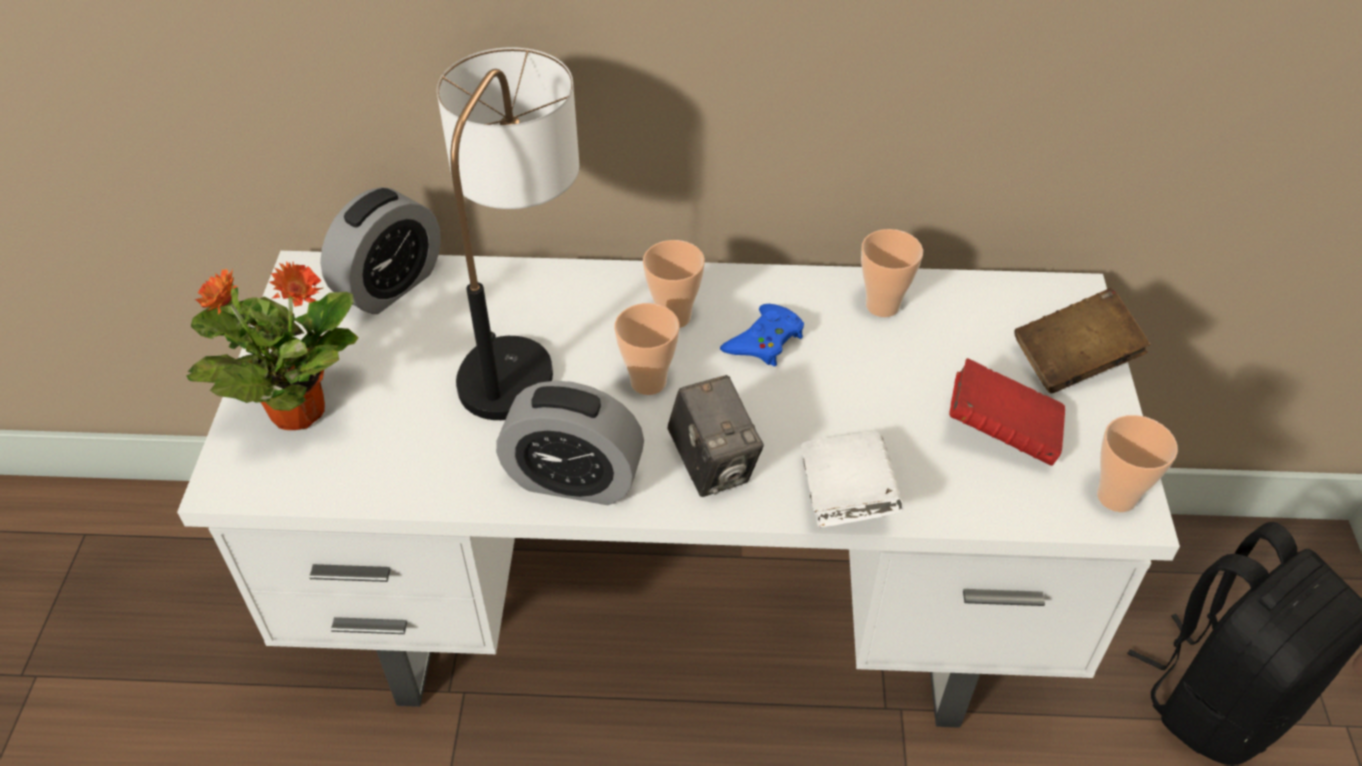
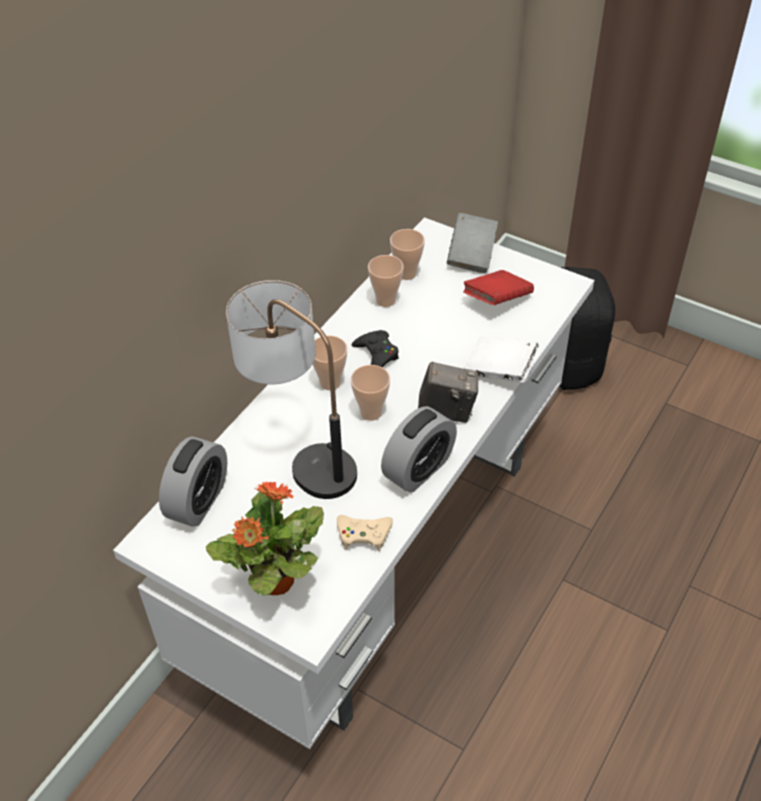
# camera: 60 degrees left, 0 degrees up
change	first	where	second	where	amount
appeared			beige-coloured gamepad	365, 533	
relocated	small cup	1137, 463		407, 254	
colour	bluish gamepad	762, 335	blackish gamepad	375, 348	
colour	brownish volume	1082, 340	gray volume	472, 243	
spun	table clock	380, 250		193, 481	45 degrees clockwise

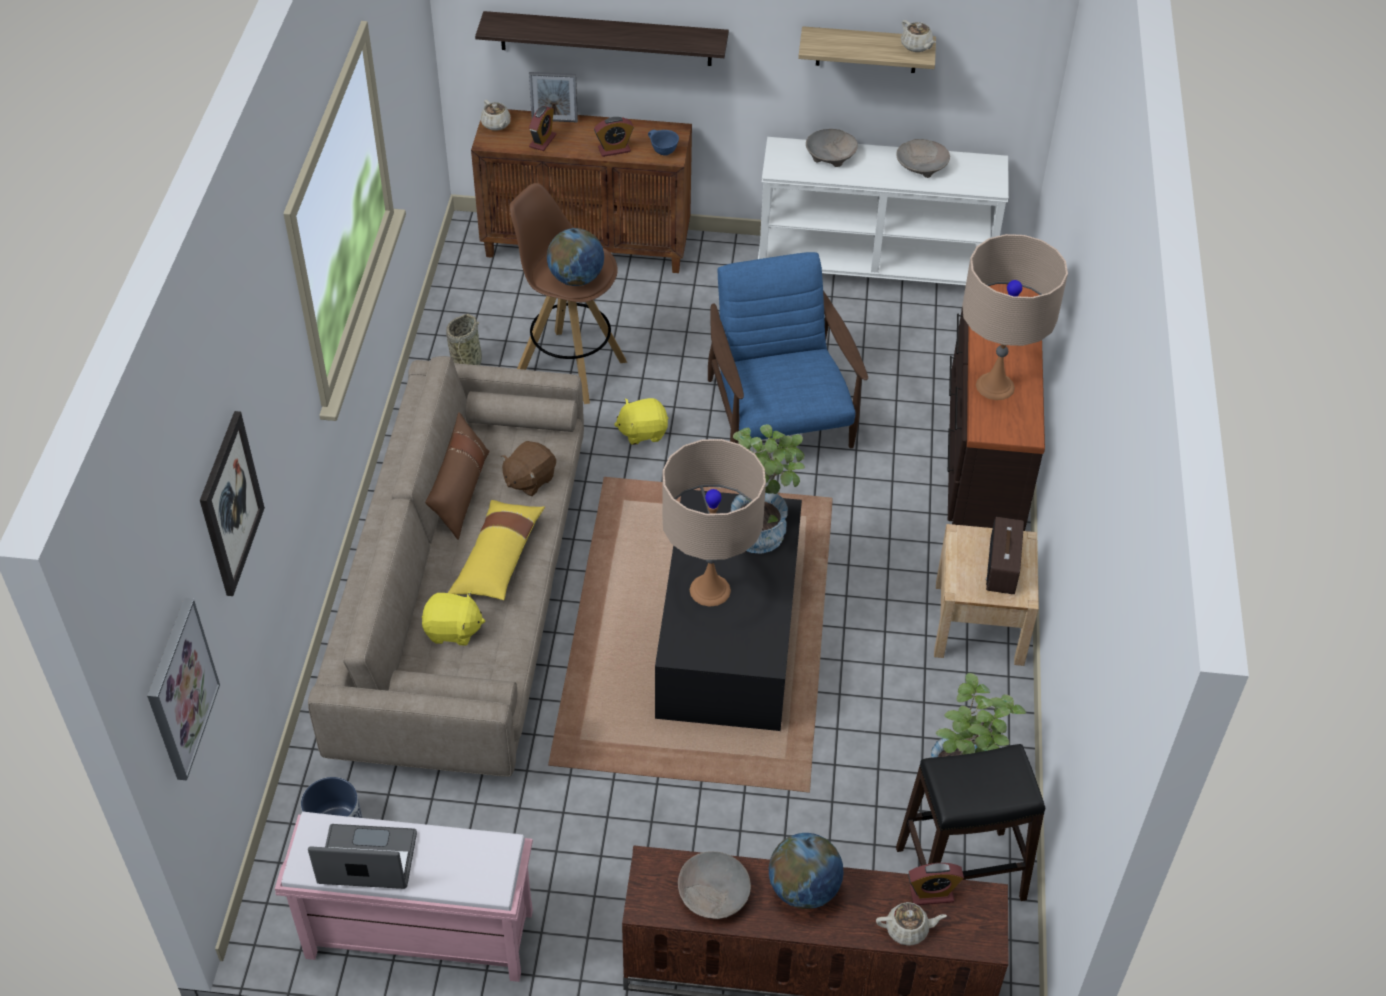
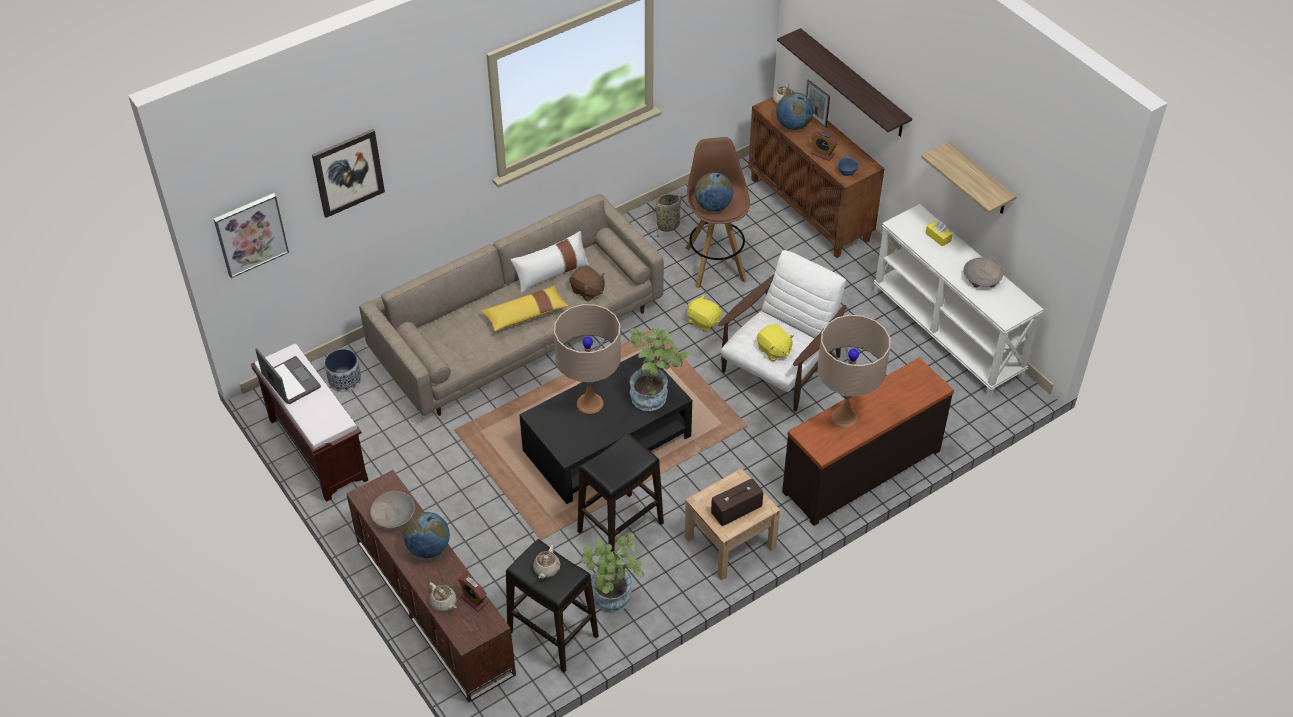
# camera: 50 degrees right, 0 degrees up
change	first	where	second	where	amount
appeared			blackish sitting stool	620, 493	
relocated	yellow soft toy	453, 618		775, 342	
relocated	beige-coloured tea pot	918, 36		546, 562	
exchanged	table clock	542, 128	world globe	794, 111	
exchanged	beige-coloured bowl	832, 148	yellow tissue holder	939, 234	
colour	pink-coloured indoor bench	404, 897	brownish indoor bench	309, 423	
colour	brownish throw pillow	457, 476	white throw pillow	550, 262	
colour	bluish armchair	788, 350	white armchair	782, 331	
spun	brownish soft toy	528, 468		587, 283	135 degrees counterclockwise

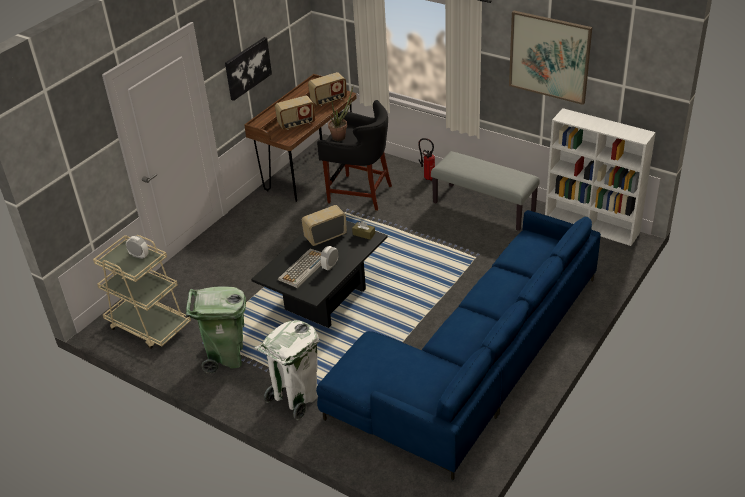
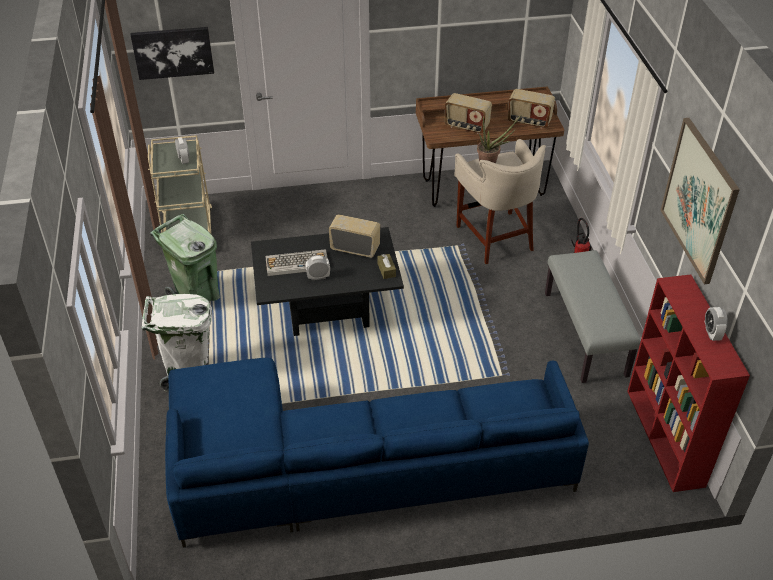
# camera: 45 degrees right, 5 degrees up
change	first	where	second	where	amount
appeared			table clock	716, 324	
relocated	wall picture	248, 69		172, 53	
colour	blackish sitting stool	354, 155	beige-coloured sitting stool	500, 201	
colour	white shelving unit	600, 177	reddish shelving unit	688, 383	

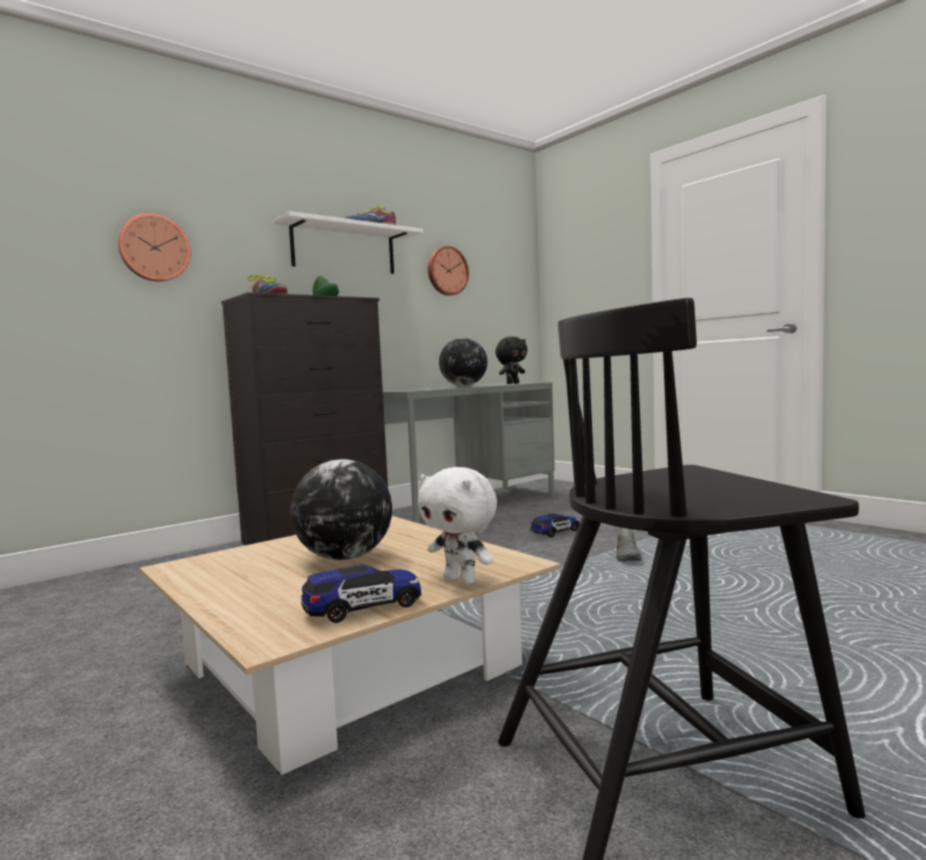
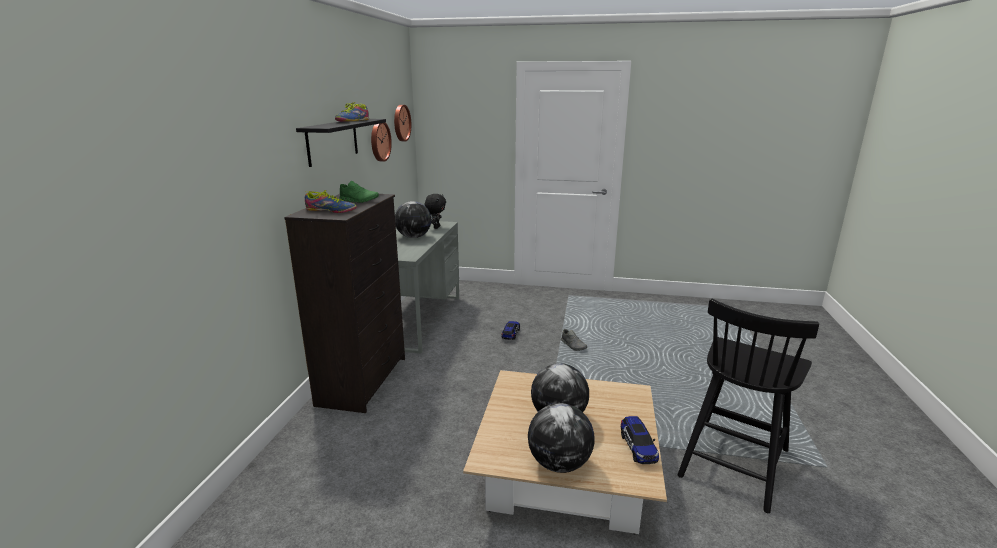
# camera: 40 degrees left, 15 degrees up
change	first	where	second	where	amount
missing	white soft toy	457, 526			
appeared			world globe	561, 438	
relocated	hanging clock	154, 247		402, 123	
colour	white shelf	348, 242	blackish shelf	341, 143	
spun	miniature car	361, 593		640, 440	150 degrees clockwise

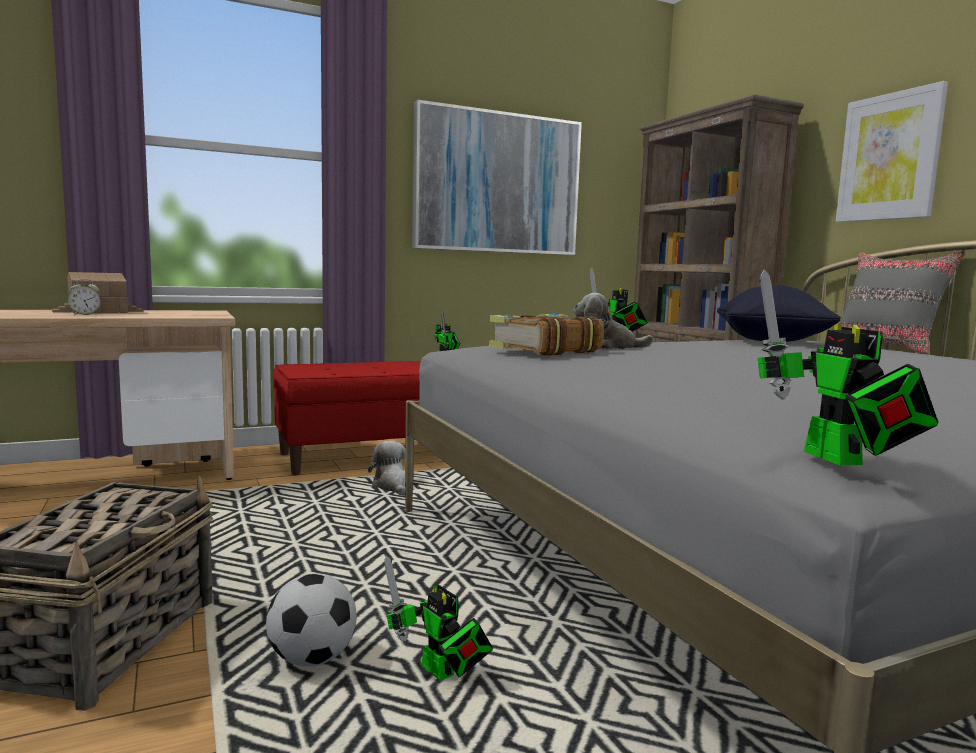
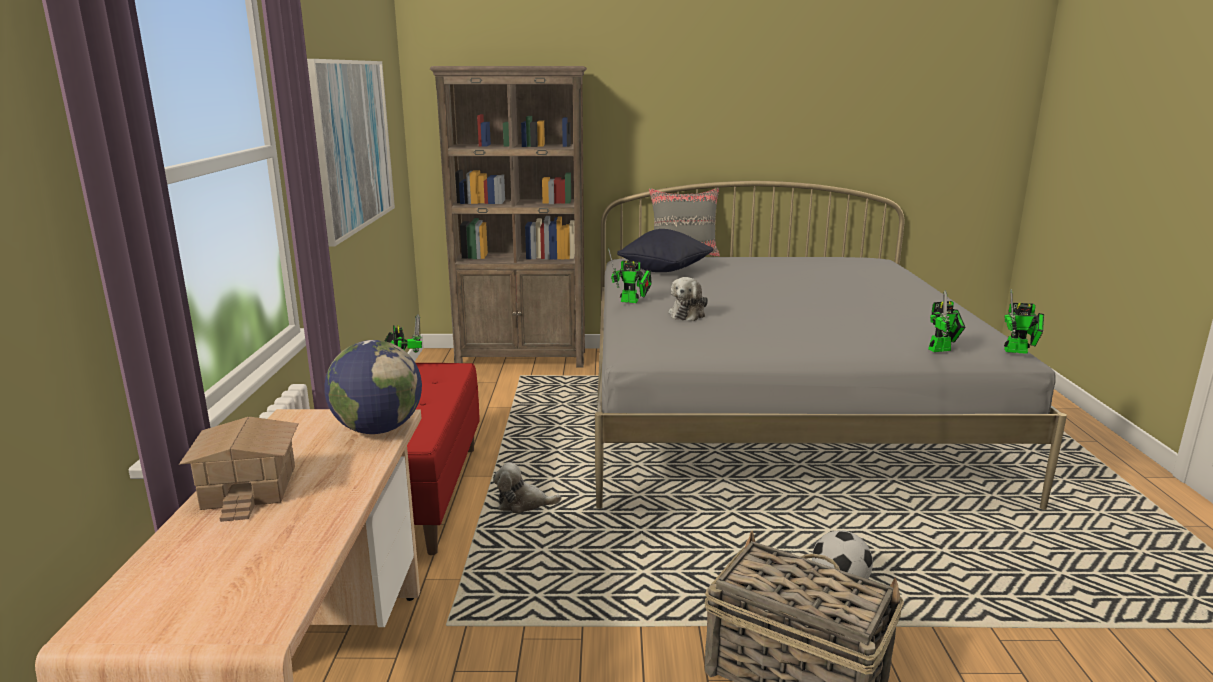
# camera: 65 degrees left, 10 degrees up
change	first	where	second	where	amount
missing	table clock	84, 297			
missing	volume	546, 335			
missing	wall picture	892, 151			
appeared			world globe	373, 387	
relocated	robot figure	438, 618		947, 321	

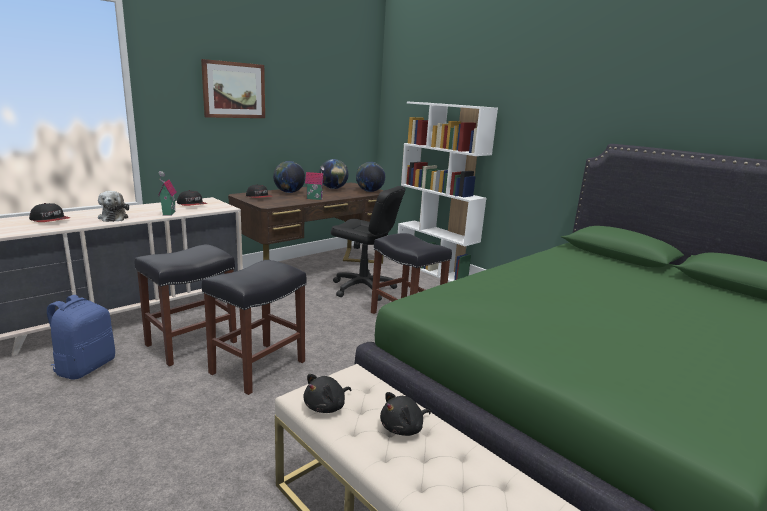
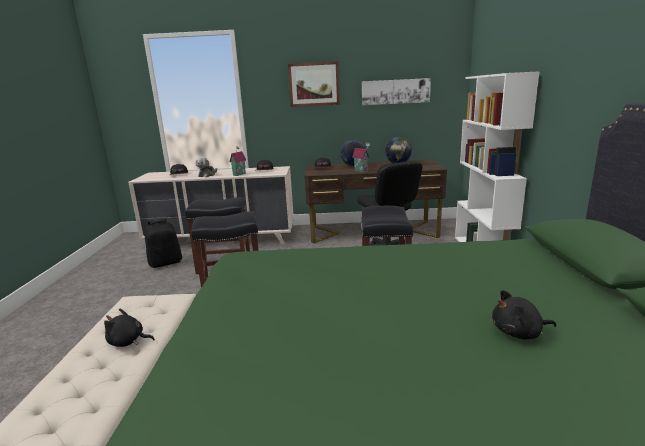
# camera: 45 degrees right, 0 degrees up
change	first	where	second	where	amount
missing	world globe	370, 177			
appeared			wall picture	396, 91	
relocated	blackish soft toy	327, 393		524, 315	
colour	bluish rucksack	81, 337	blackish rucksack	163, 243	

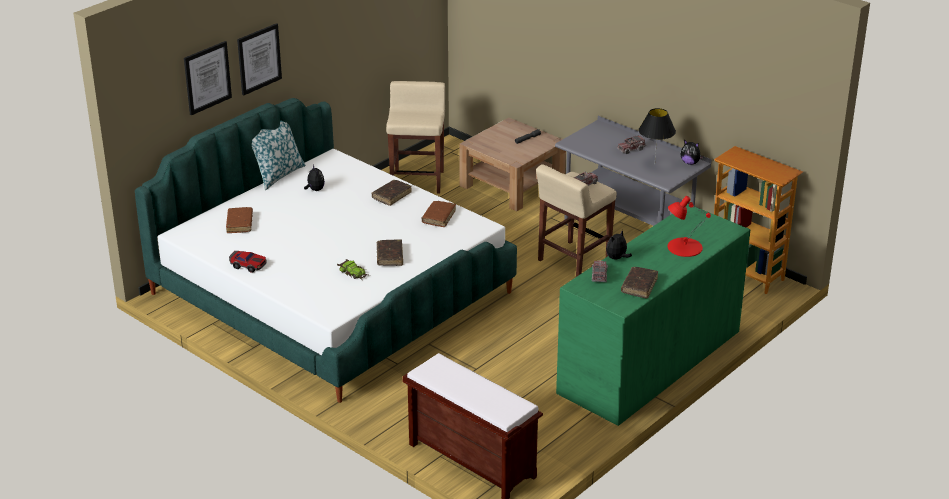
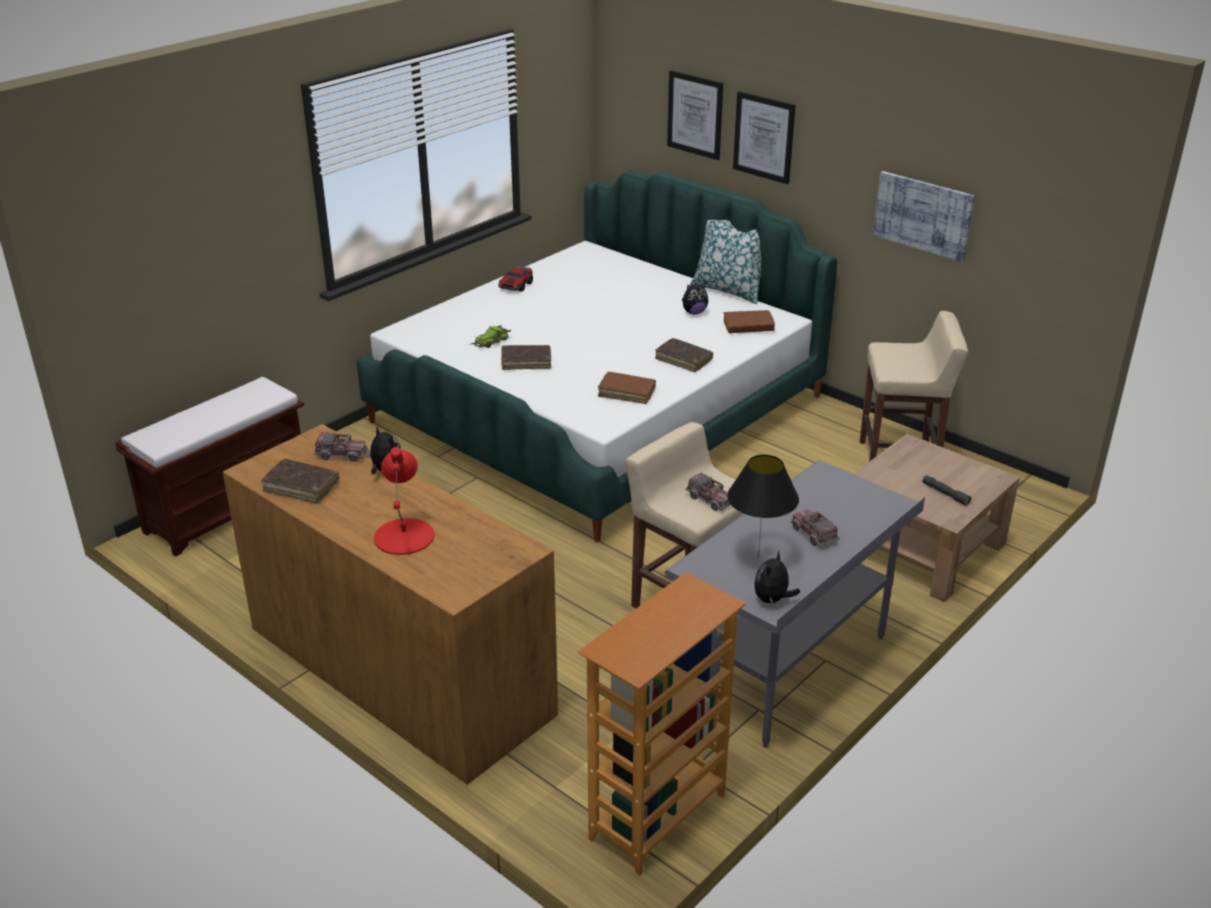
# camera: 90 degrees right, 0 degrees up
change	first	where	second	where	amount
appeared			wall picture	924, 216	
relocated	brownish volume	239, 220		749, 321	
colour	greenish drawer chest	653, 315	brownish drawer chest	390, 604	

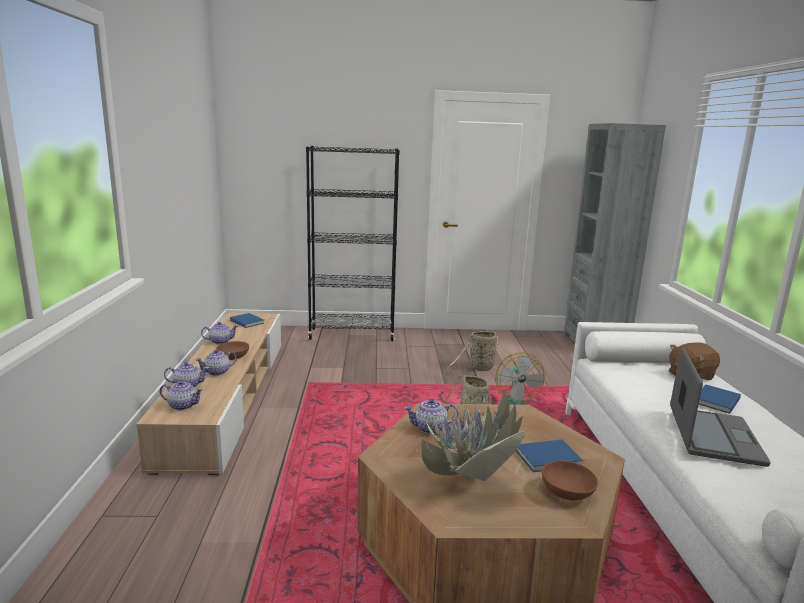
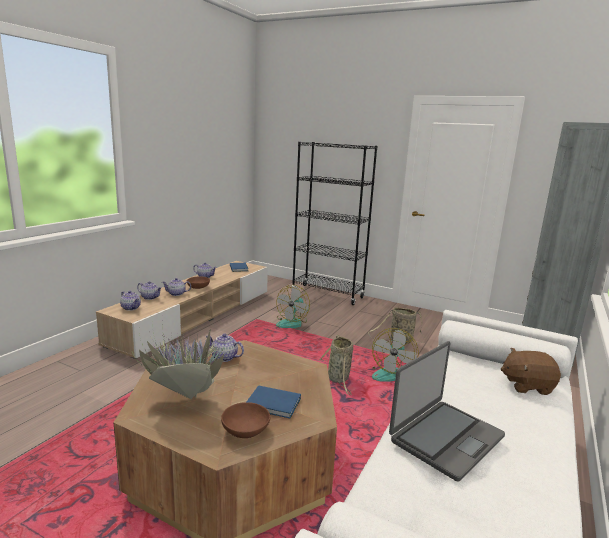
# camera: 30 degrees right, 0 degrees up
change	first	where	second	where	amount
missing	bluish volume	720, 399			
appeared			electric fan	293, 306	

